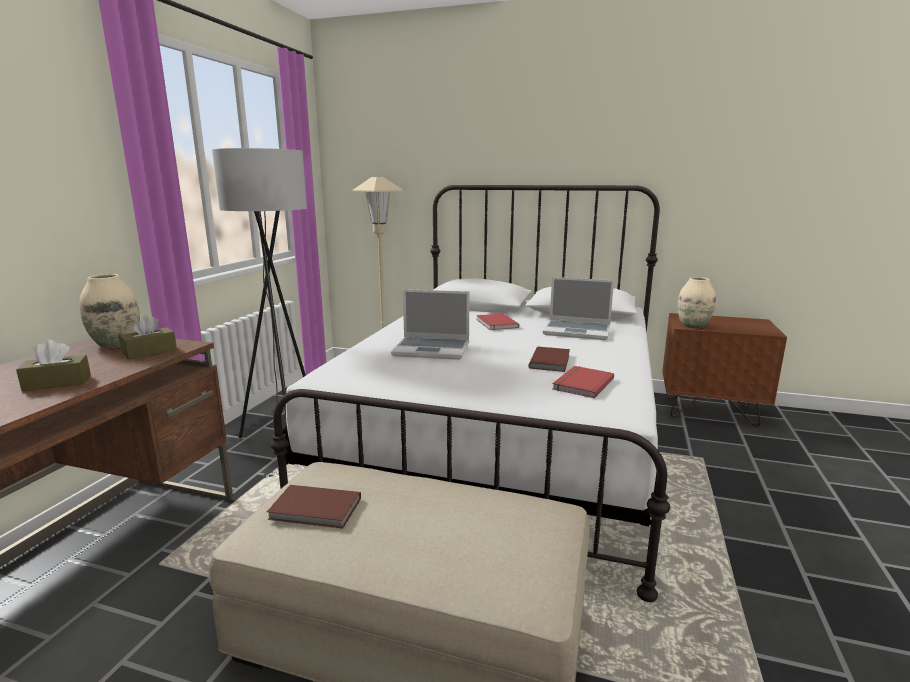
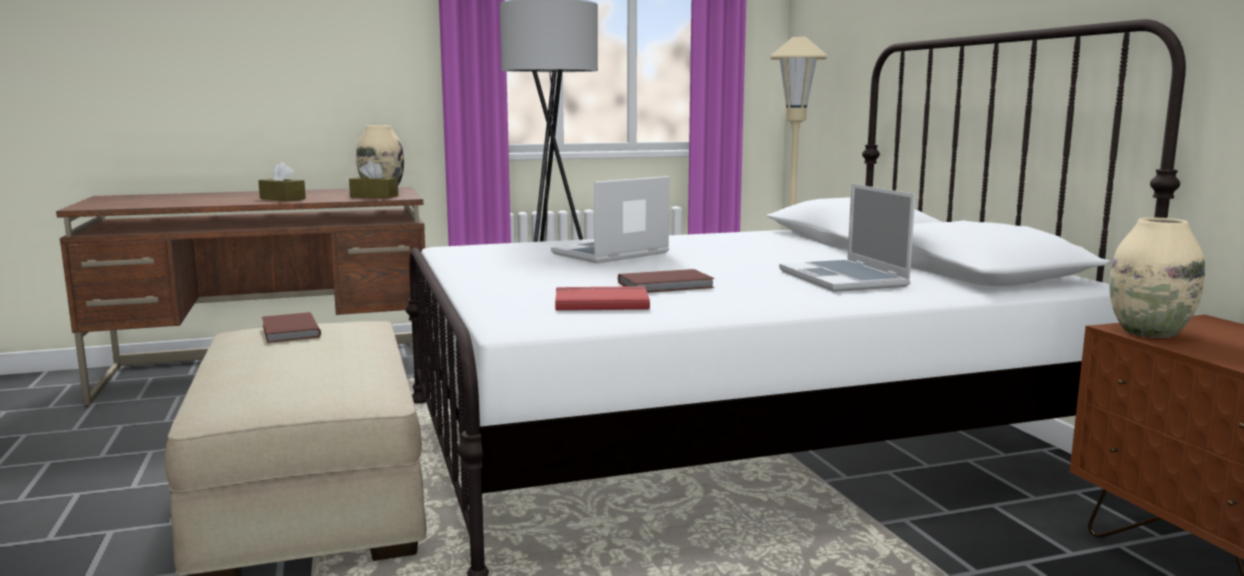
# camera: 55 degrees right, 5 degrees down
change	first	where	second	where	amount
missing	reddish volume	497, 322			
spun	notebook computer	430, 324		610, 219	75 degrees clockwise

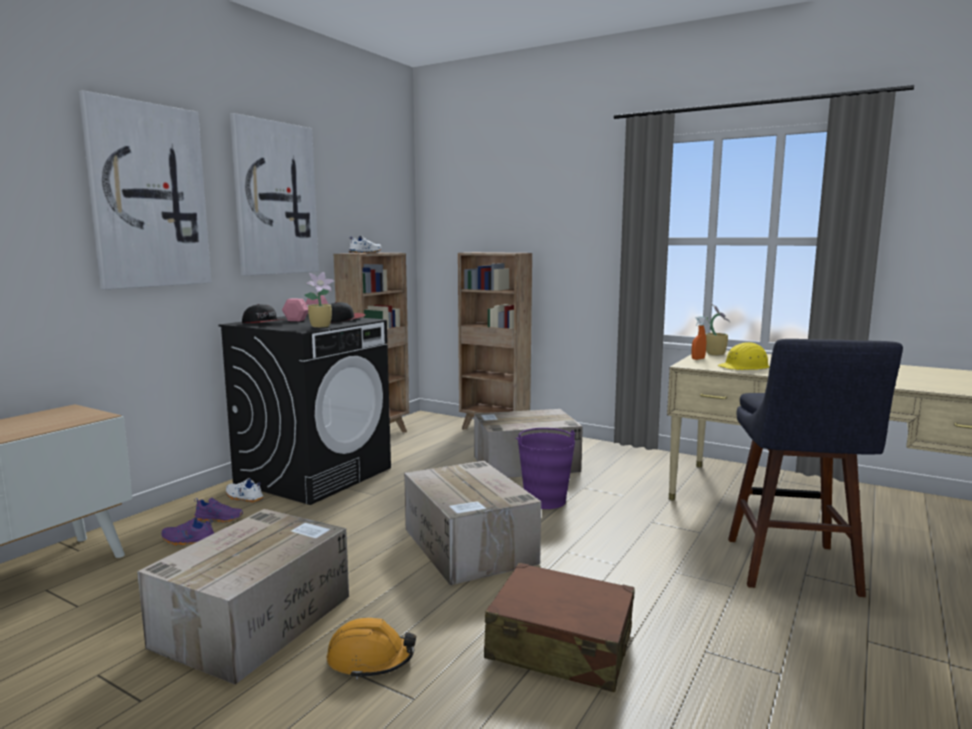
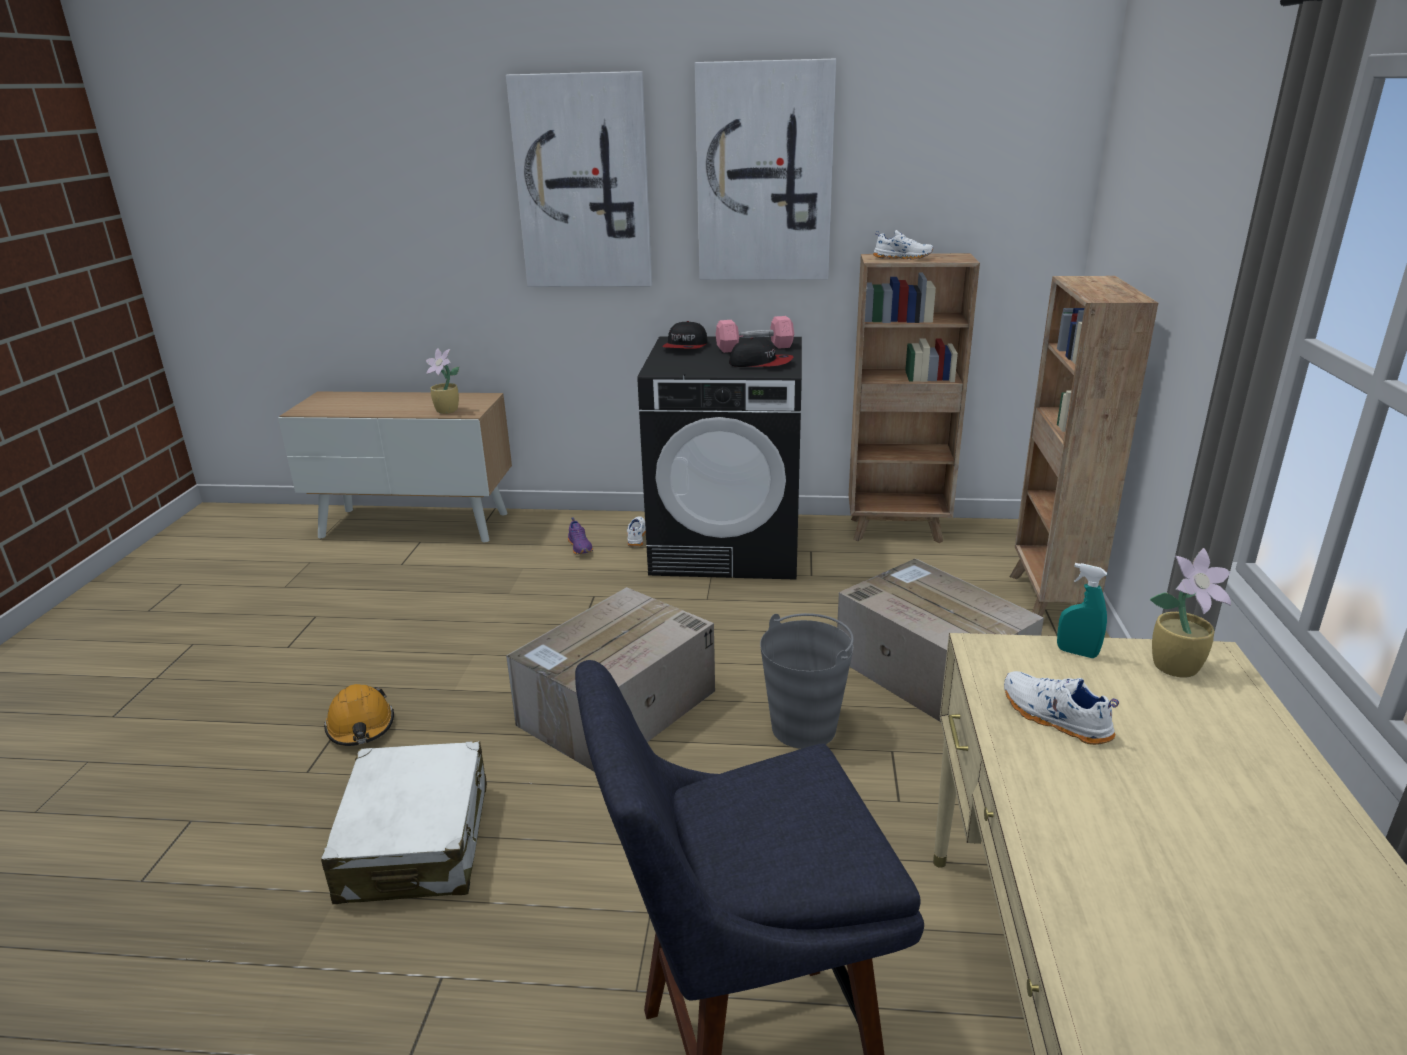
# camera: 65 degrees right, 15 degrees up
change	first	where	second	where	amount
missing	cardboard box	243, 597			
missing	purple low shoe	188, 531			
relocated	houseplant	320, 300		442, 381	
exchanged	yellow work helmet	744, 356	white low shoe	1061, 708	
colour	brownish travel case	559, 627	white travel case	404, 822	
colour	purple water bucket	545, 468	gray water bucket	807, 681	
colour	orange-coloured spray bottle	698, 338	turquoise-coloured spray bottle	1082, 610	

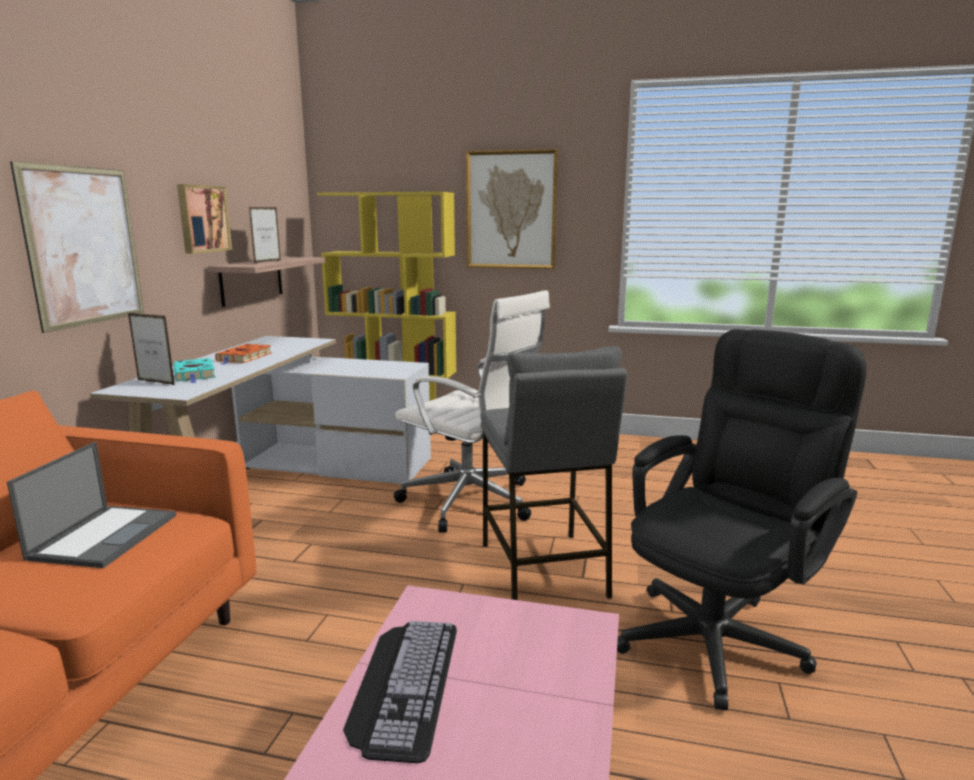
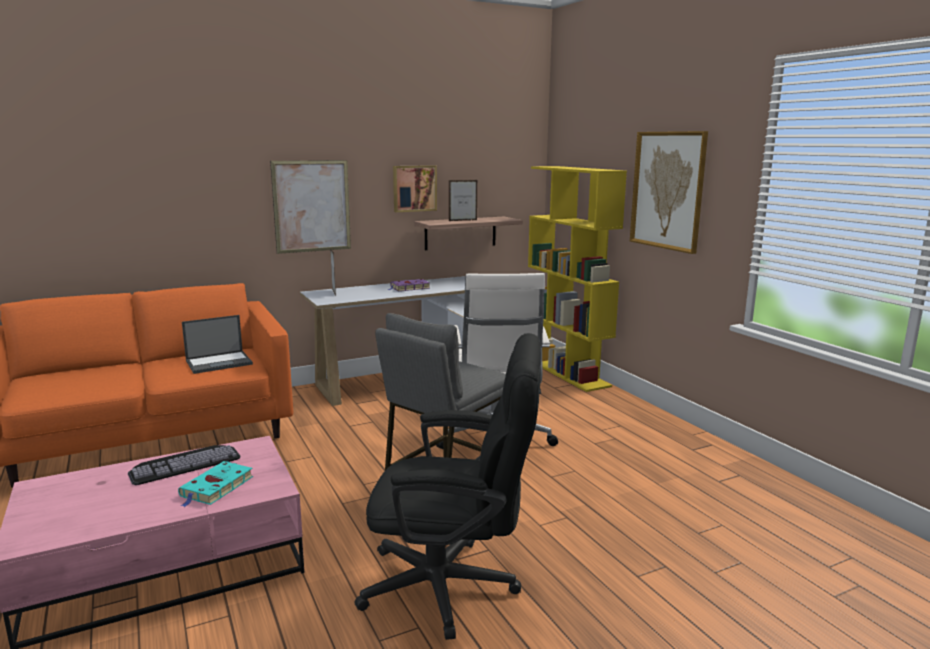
# camera: 50 degrees right, 0 degrees up
change	first	where	second	where	amount
relocated	turquoise-coloured volume	194, 370		215, 484	
colour	orange-coloured volume	243, 354	purple volume	408, 285	

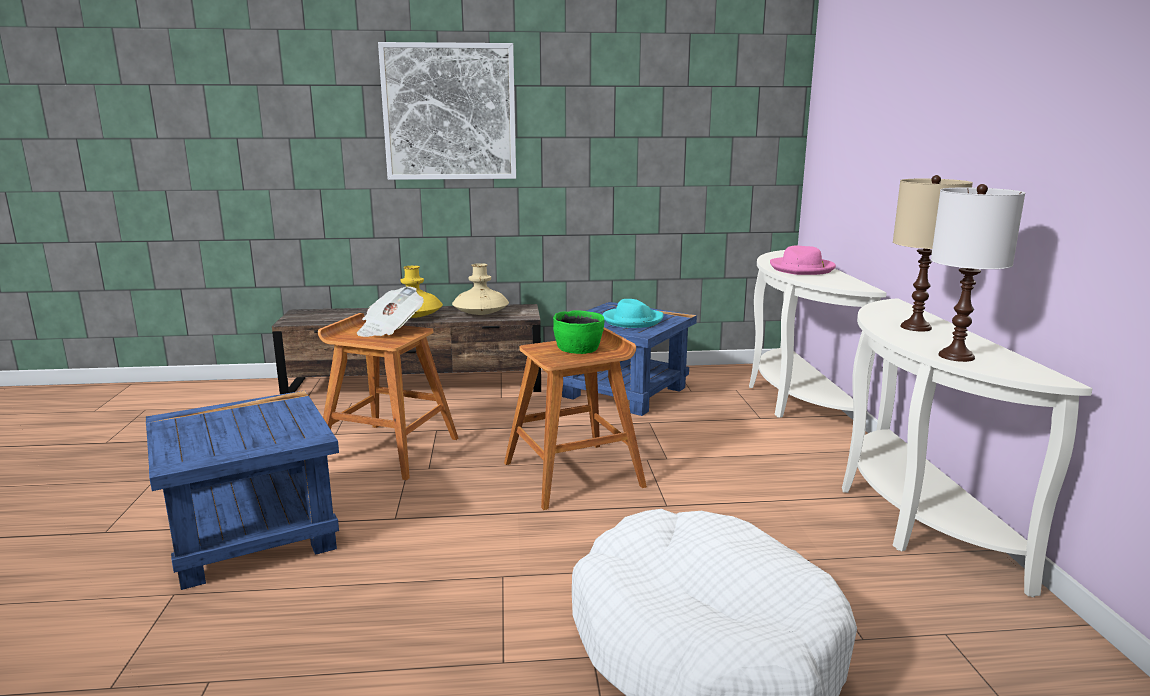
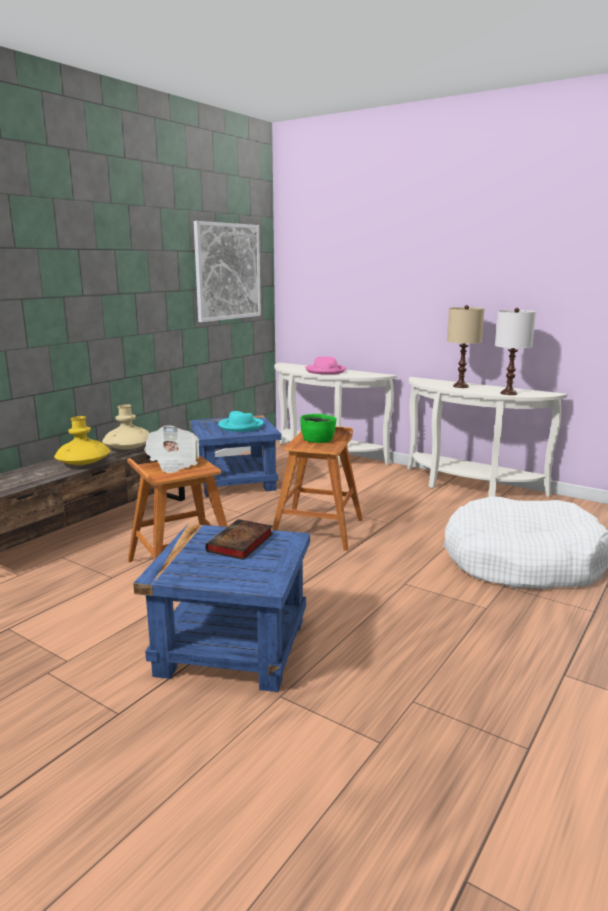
# camera: 50 degrees left, 0 degrees up
change	first	where	second	where	amount
appeared			volume	239, 539	
relocated	wall picture	447, 111		227, 271	

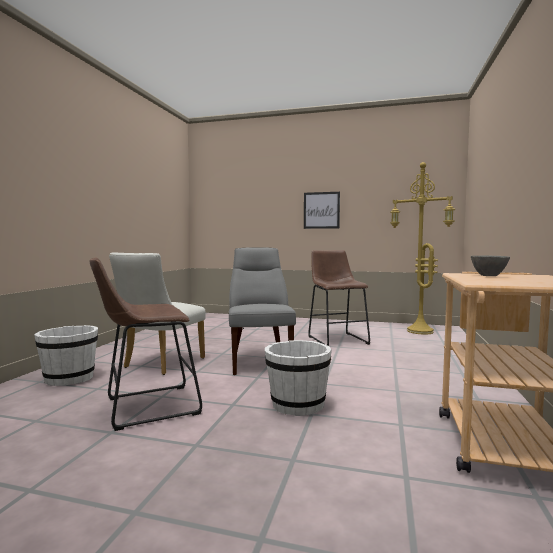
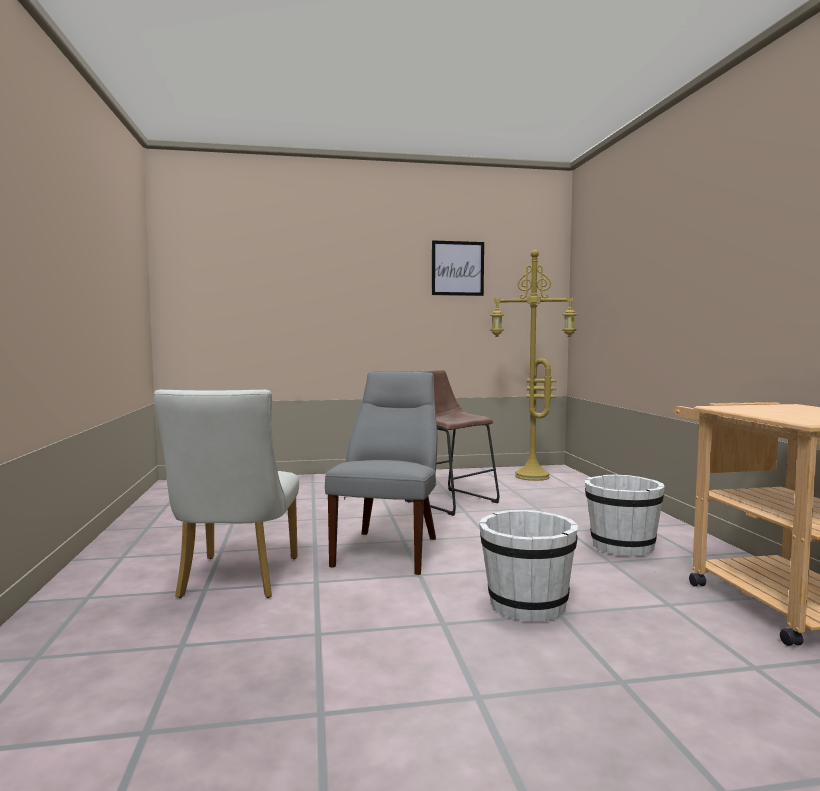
# camera: 25 degrees left, 0 degrees up
change	first	where	second	where	amount
missing	brownish sitting stool	146, 344			
missing	gray bowl	490, 266			
relocated	white water bucket	66, 355		625, 516	
relocated	wall picture	322, 210		458, 268	
spun	gray plain chair	262, 311		381, 473	45 degrees clockwise

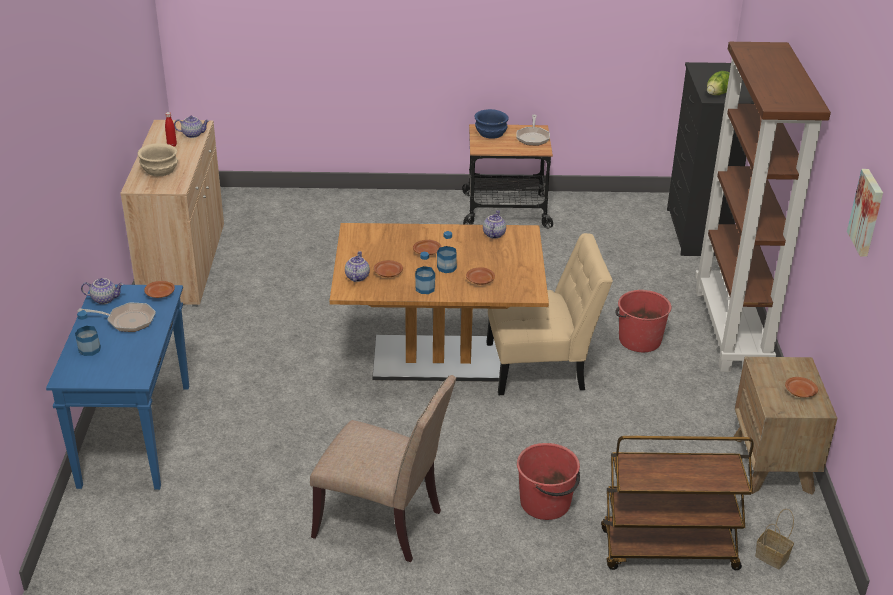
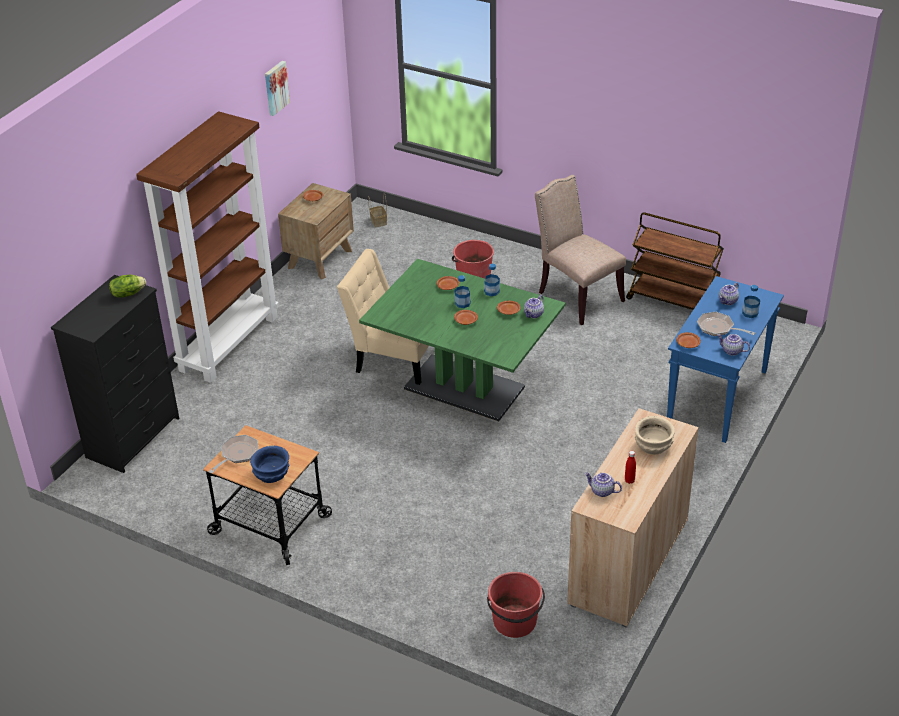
# camera: 150 degrees left, 5 degrees up
change	first	where	second	where	amount
relocated	tea pot	494, 224		729, 293	
relocated	brownish wheeled cart	677, 503		675, 261	
relocated	reddish water bucket	643, 321		516, 605	
colour	brownish kitchen table	439, 302	greenish kitchen table	462, 340	

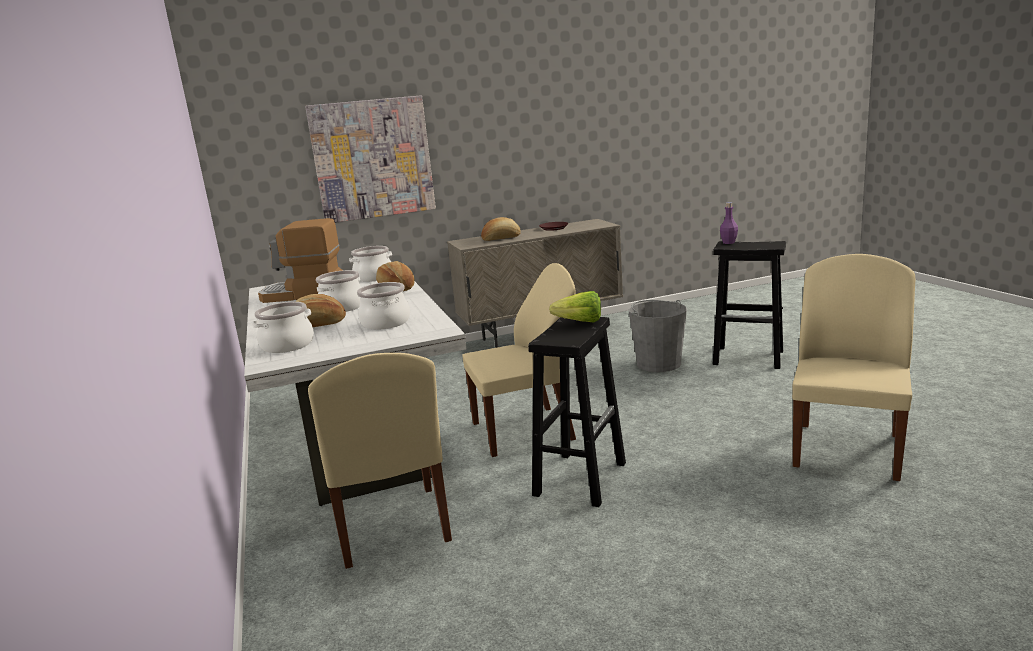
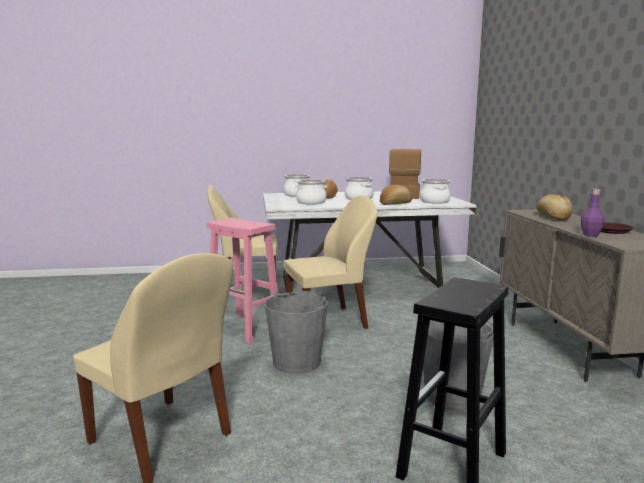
# camera: 100 degrees right, 5 degrees down
change	first	where	second	where	amount
missing	wall picture	370, 159			
missing	head of lettuce	575, 307			
appeared			gray water bucket	296, 332	
relocated	purple drink bottle	729, 223		593, 213	
colour	blackish sitting stool	577, 412	pink-coloured sitting stool	242, 281	
spun	beige-coloured plain chair	519, 360		331, 262	105 degrees counterclockwise

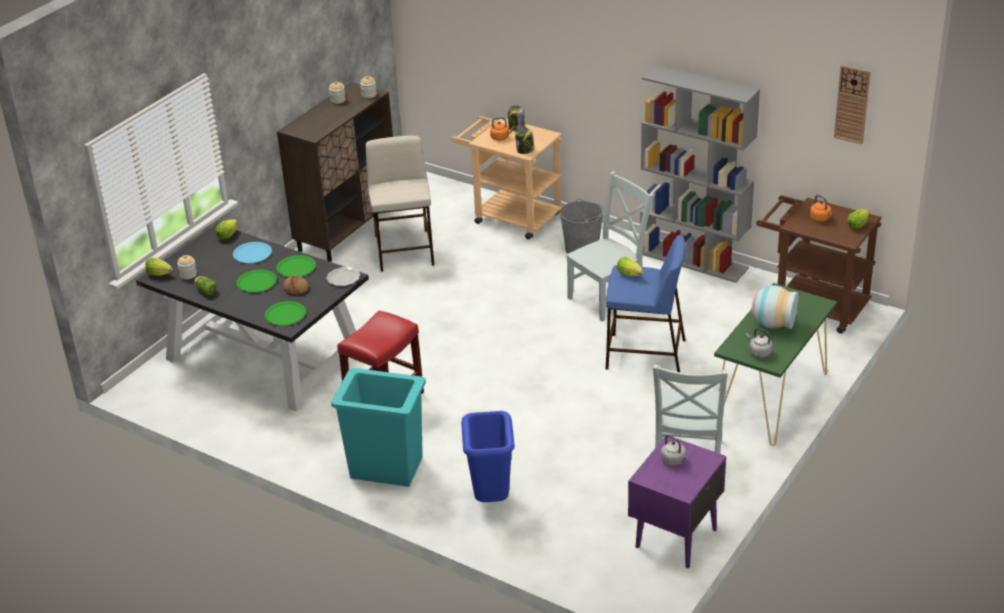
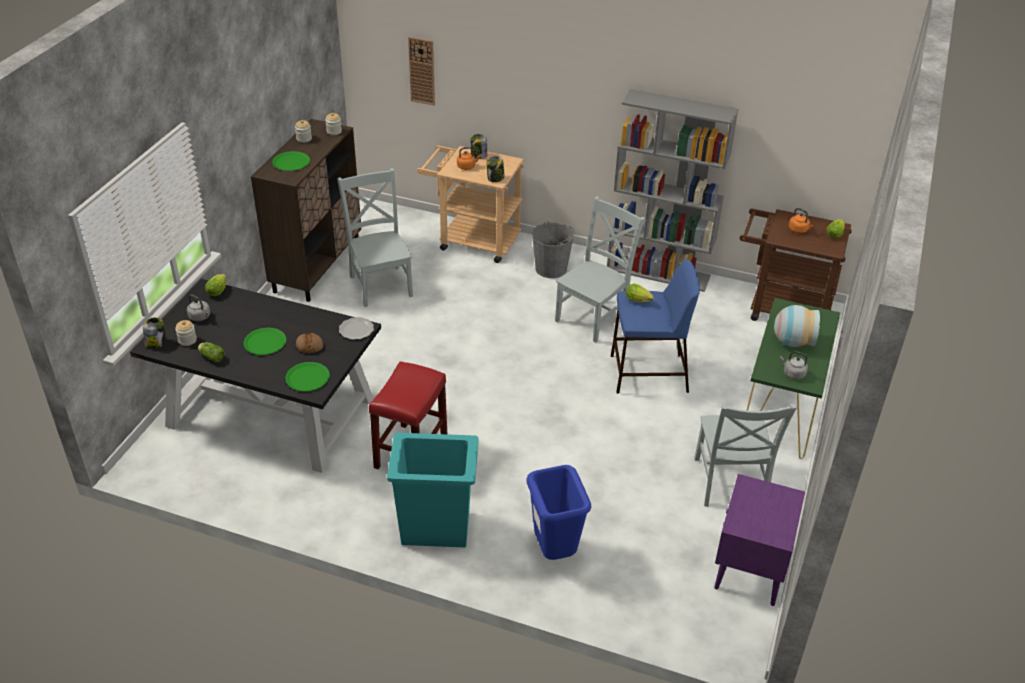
# camera: 15 degrees left, 5 degrees up
change	first	where	second	where	amount
missing	bluish dinner plate	252, 252			
relocated	greenish dinner plate	296, 266		291, 161	
relocated	gray kettle	674, 450		198, 307	
relocated	hanging clock	852, 104		421, 71	
exchanged	head of lettuce	159, 267	jar	154, 333	
exchanged	beige-coloured sitting stool	399, 204	gray plain chair	375, 237	

